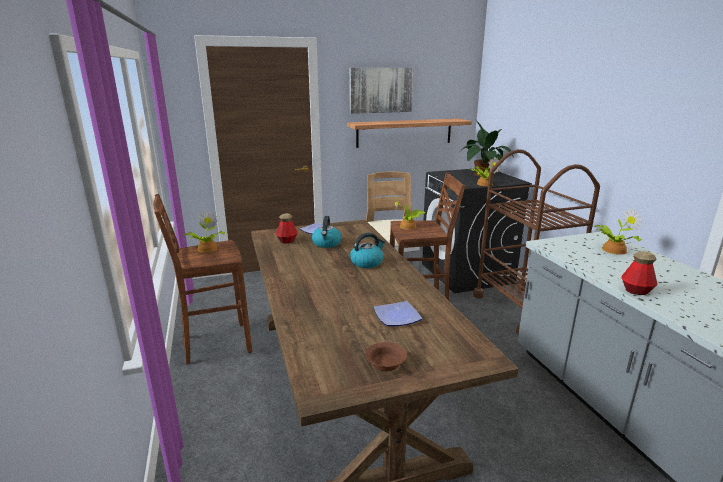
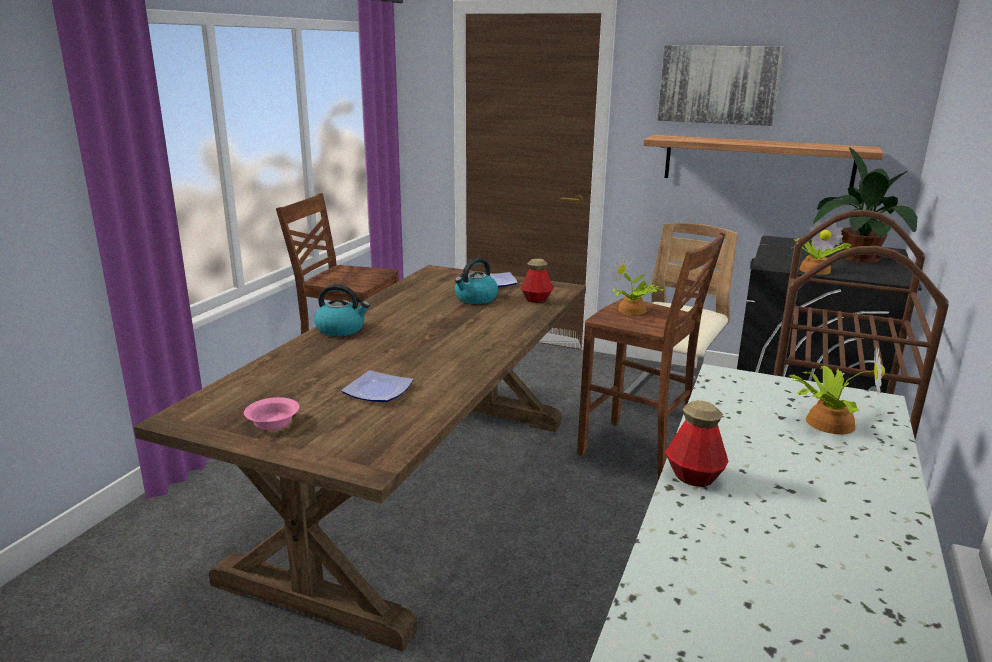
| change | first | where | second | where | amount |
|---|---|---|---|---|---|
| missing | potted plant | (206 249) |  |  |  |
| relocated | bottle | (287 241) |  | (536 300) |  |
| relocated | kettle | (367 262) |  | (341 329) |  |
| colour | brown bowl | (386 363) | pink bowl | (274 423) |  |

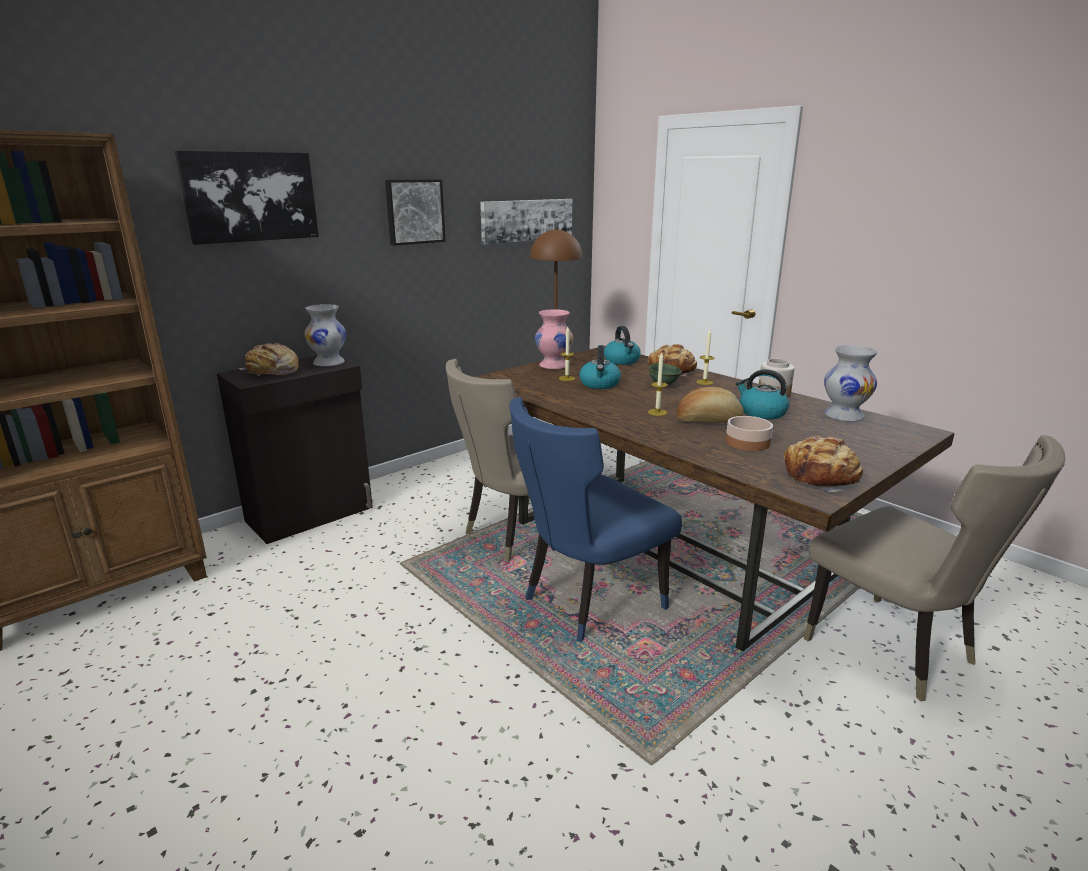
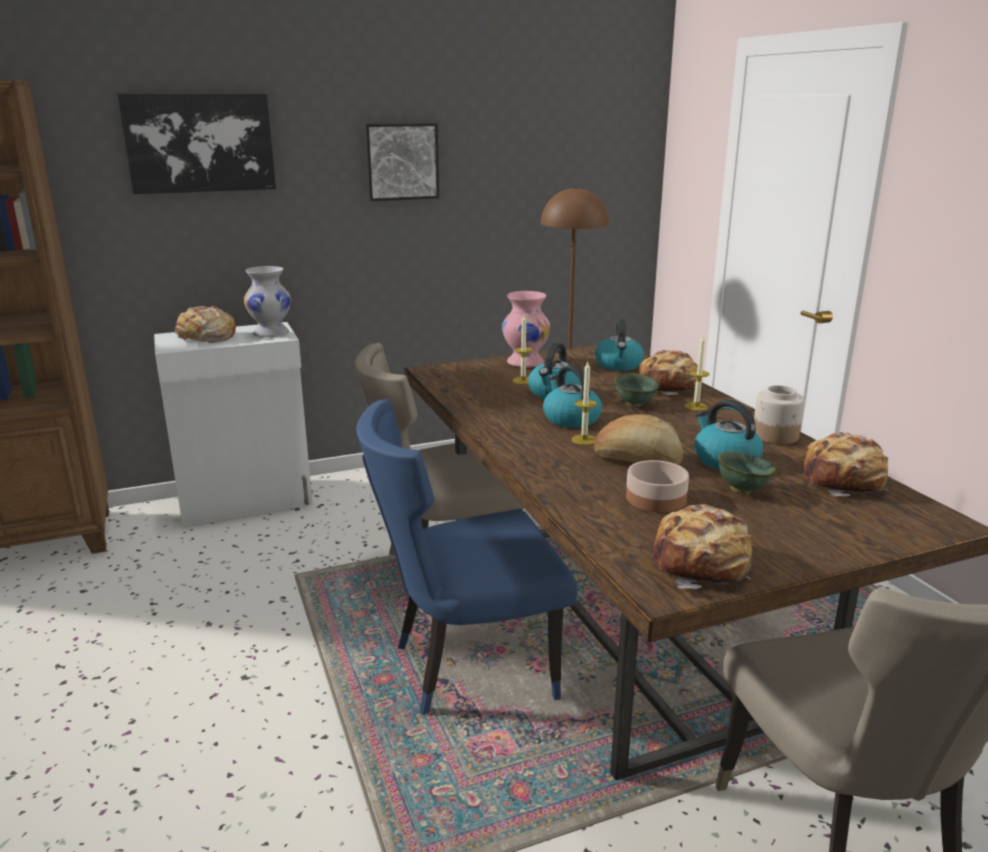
| change | first | where | second | where | amount |
|---|---|---|---|---|---|
| colour | black cabinet | (311 514) | white cabinet | (247 502) |  |
| missing | picture | (527 220) |  |  |  |
| exchanged | white vase | (843 416) | bread | (844 481) |  |
| appeared |  |  | kettle | (570 419) |  |
| appeared |  |  | green bowl | (742 490) |  |

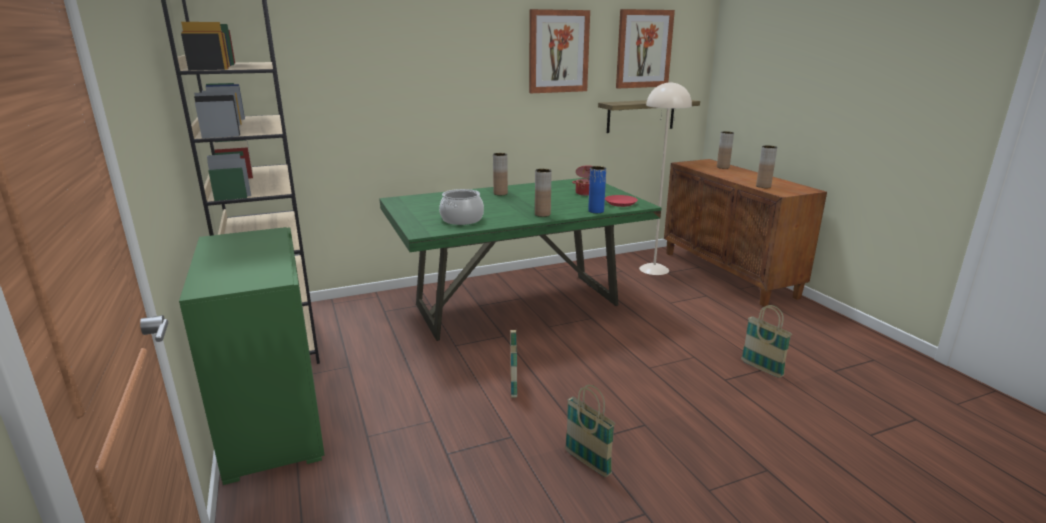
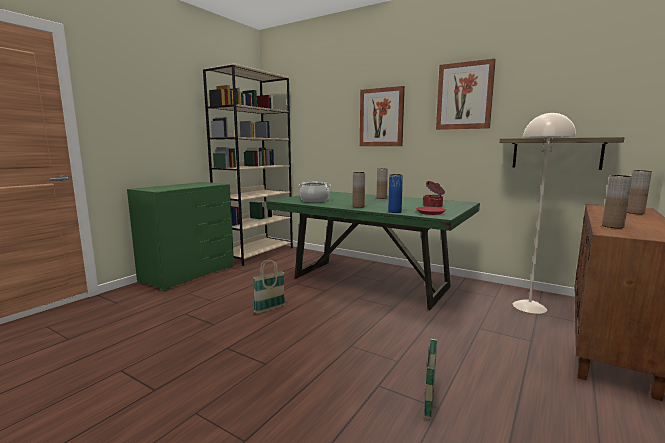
| change | first | where | second | where | amount |
|---|---|---|---|---|---|
| missing | basket | (587 463) |  |  |  |
| relocated | picture | (643 49) |  | (381 117) |  |

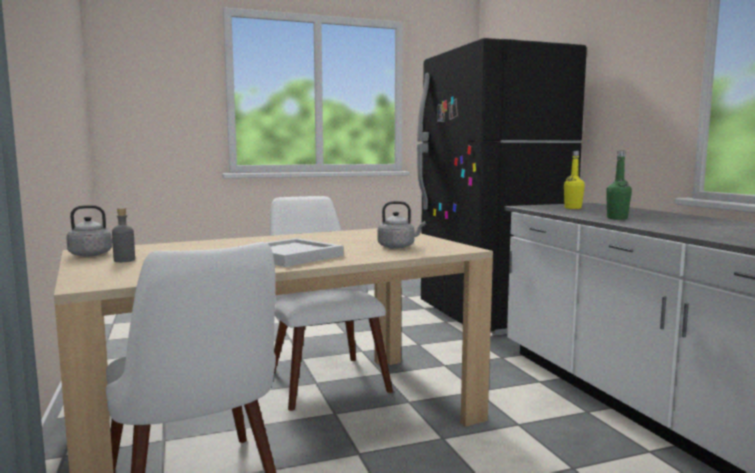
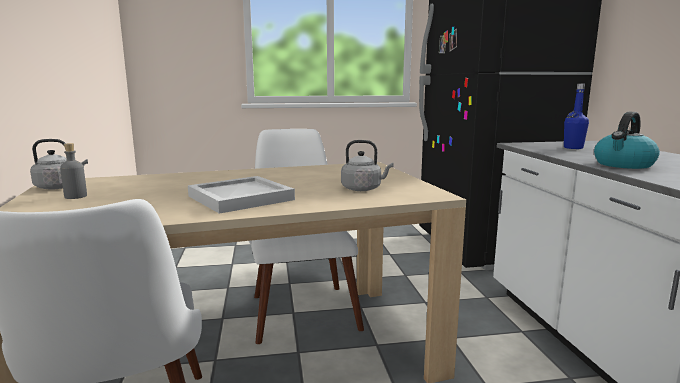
| change | first | where | second | where | amount |
|---|---|---|---|---|---|
| colour | yellow bottle | (573 208) | blue bottle | (573 148) |  |
| exchanged | green bottle | (617 218) | kettle | (623 165) |  |

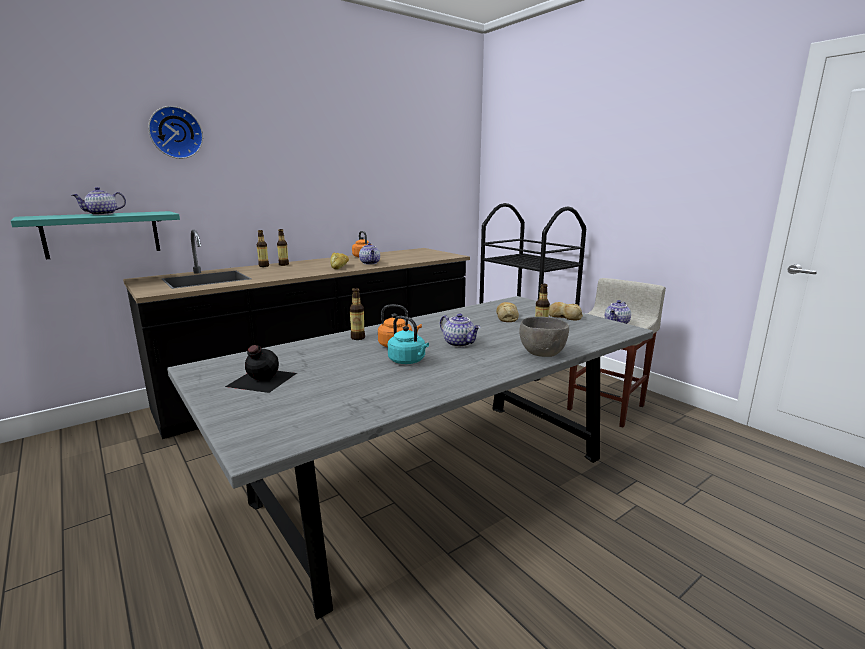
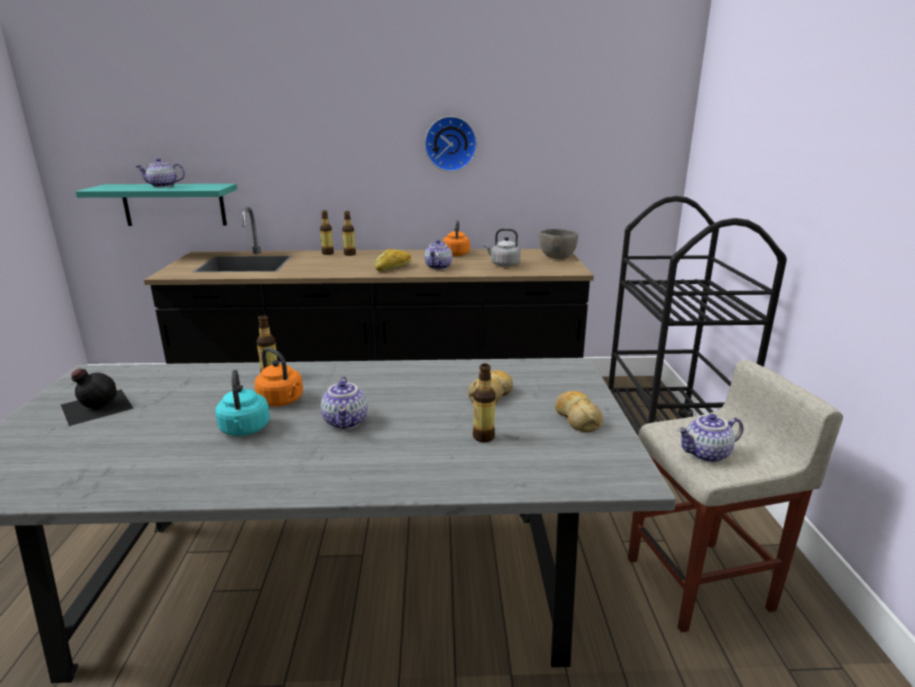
| change | first | where | second | where | amount |
|---|---|---|---|---|---|
| relocated | wall clock | (175 133) |  | (450 144) |  |
| relocated | grey bowl | (541 354) |  | (556 257) |  |
| appeared |  |  | grey kettle | (503 265) |  |

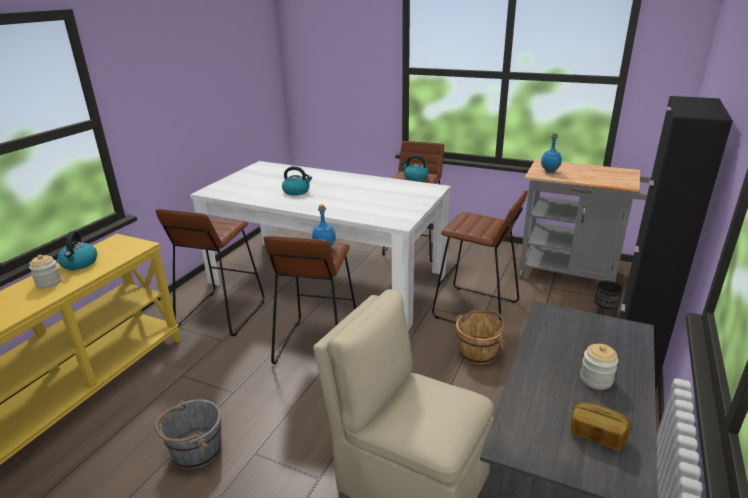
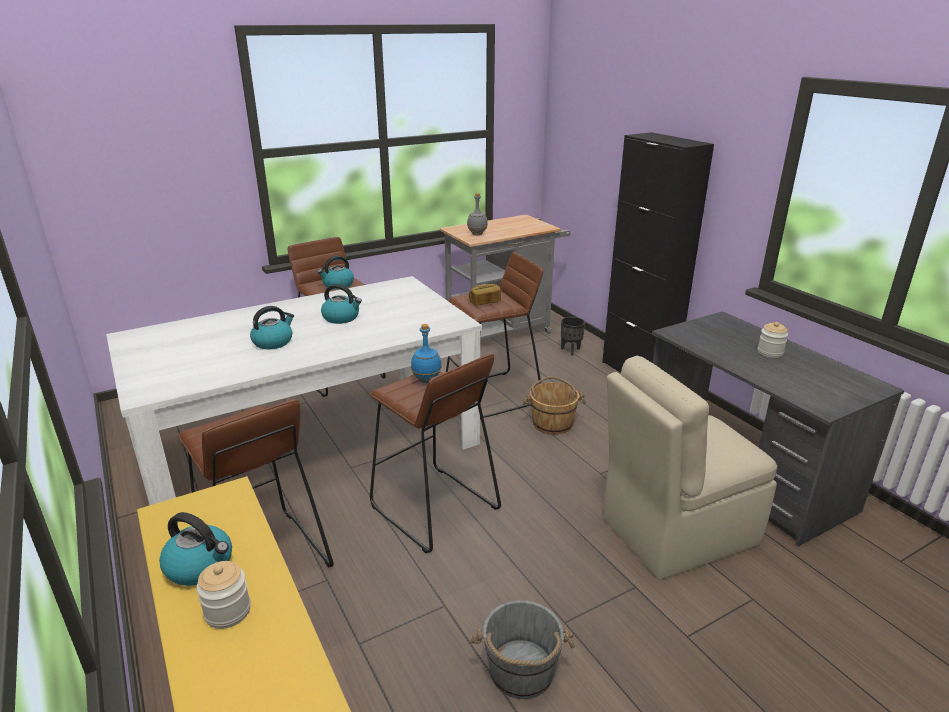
| change | first | where | second | where | amount |
|---|---|---|---|---|---|
| colour | blue bottle | (549 171) | grey bottle | (477 234) |  |
| relocated | bread | (597 434) |  | (485 302) |  |
| appeared |  |  | kettle | (341 318) |  |

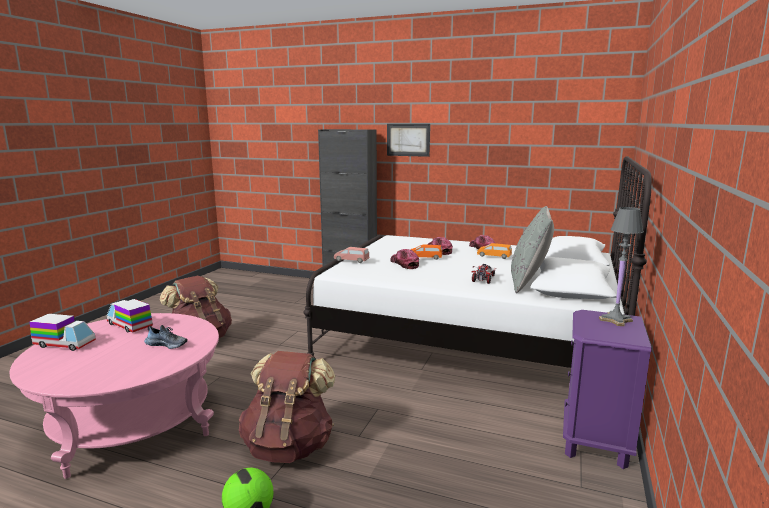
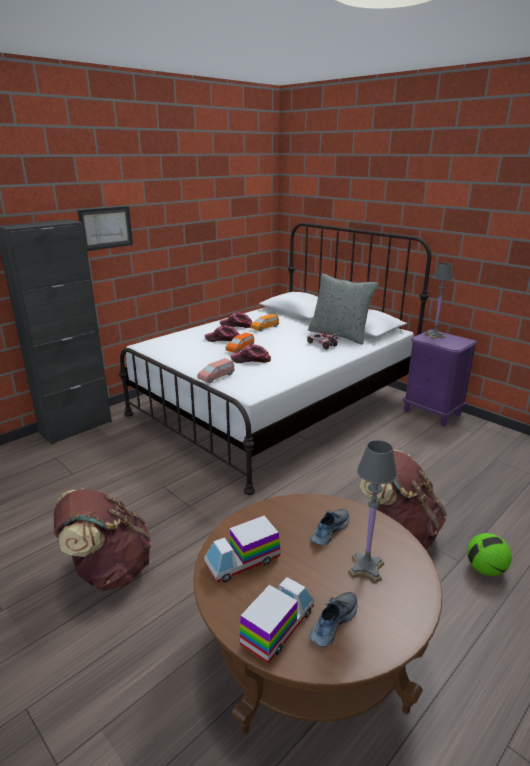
| change | first | where | second | where | amount |
|---|---|---|---|---|---|
| colour | pink coffee table | (133 423) | brown coffee table | (310 647) |  |
| appeared |  |  | shoe | (332 622) |  |
| appeared |  |  | grey table lamp | (366 568) |  |

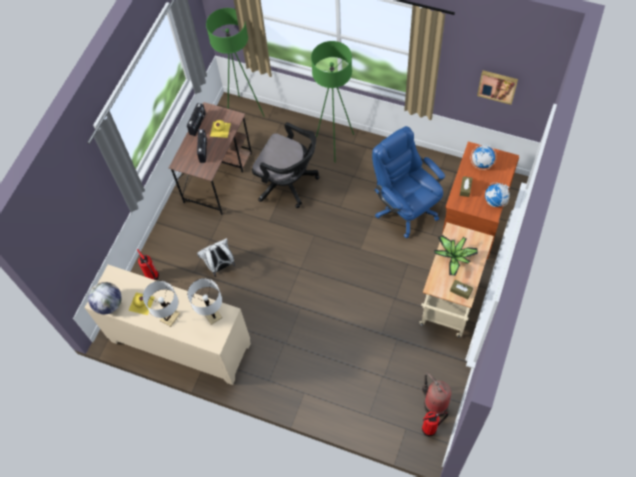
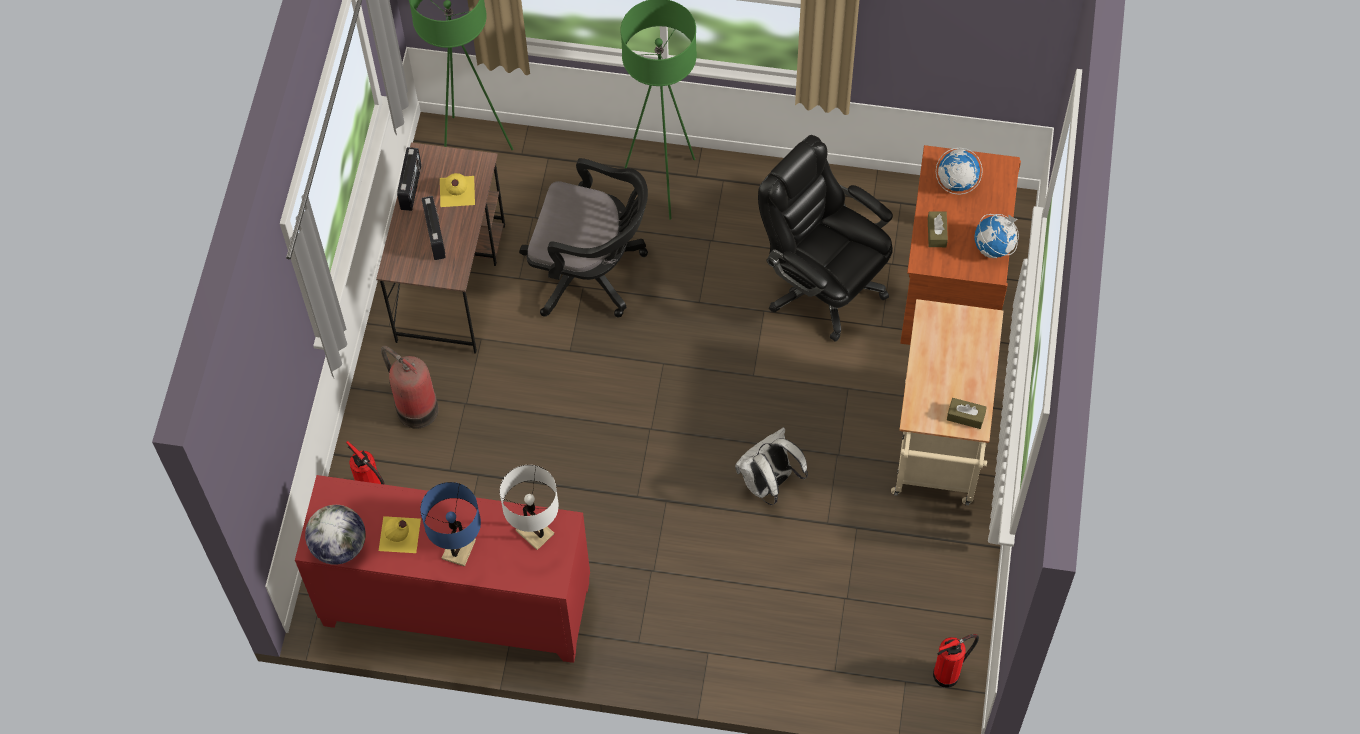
| change | first | where | second | where | amount |
|---|---|---|---|---|---|
| colour | beige cabinet | (180 343) | red cabinet | (456 605) |  |
| colour | white table lamp | (170 317) | blue table lamp | (458 549) |  |
| relocated | white backpack | (220 266) |  | (768 483) |  |
| colour | blue office chair | (405 208) | black office chair | (823 285) |  |
| relocated | fire extinguisher | (434 403) |  | (414 407) |  |
| missing | potted plant | (454 257) |  |  |  |
| missing | picture | (497 86) |  |  |  |

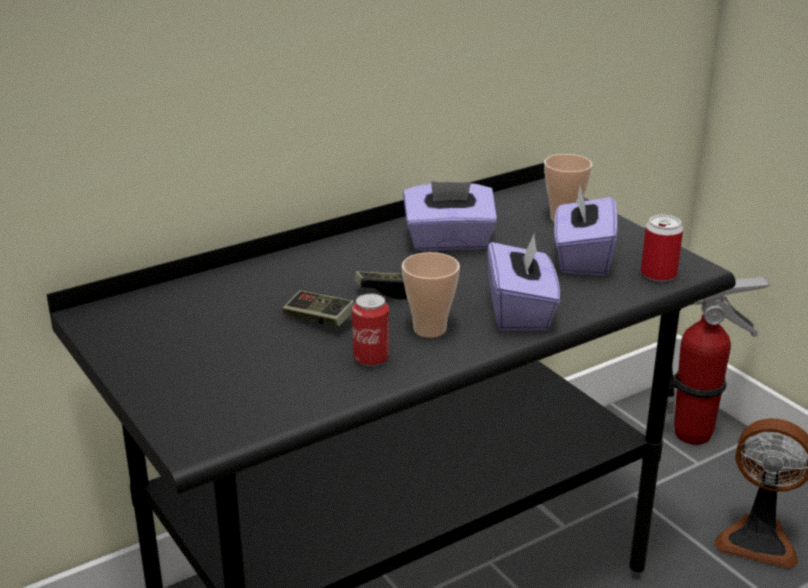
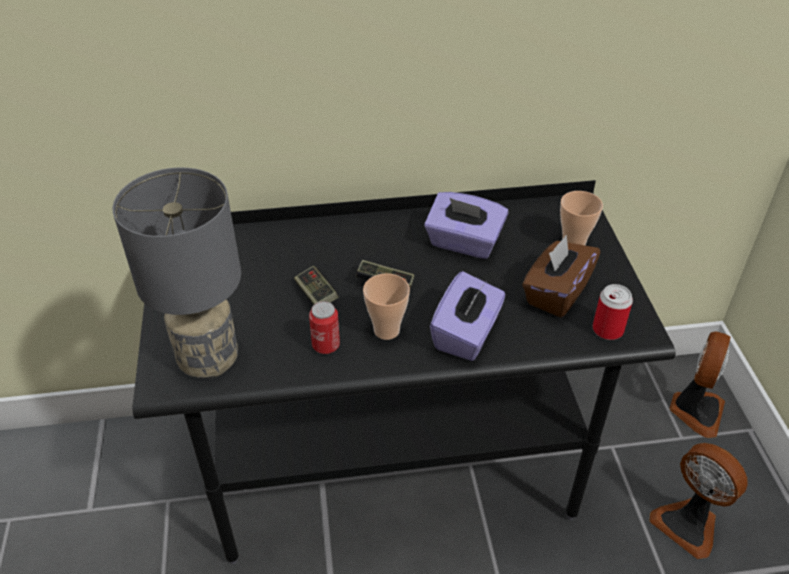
| change | first | where | second | where | amount |
|---|---|---|---|---|---|
| colour | purple tissue box | (582 259) | brown tissue box | (556 293) |  |
| exchanged | fire extinguisher | (694 434) | fan | (695 410) |  |
| appeared |  |  | grey table lamp | (210 359) |  |

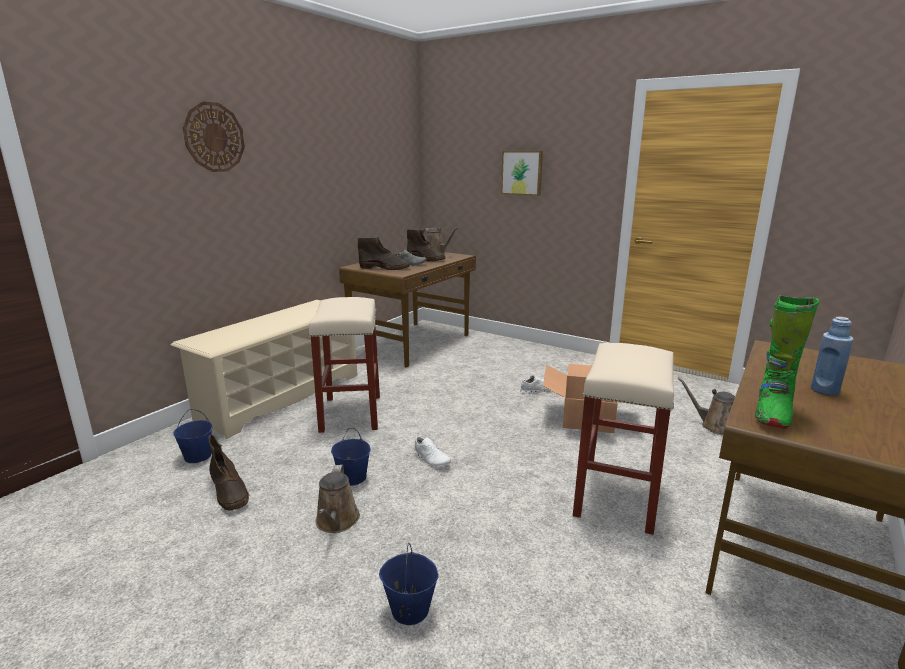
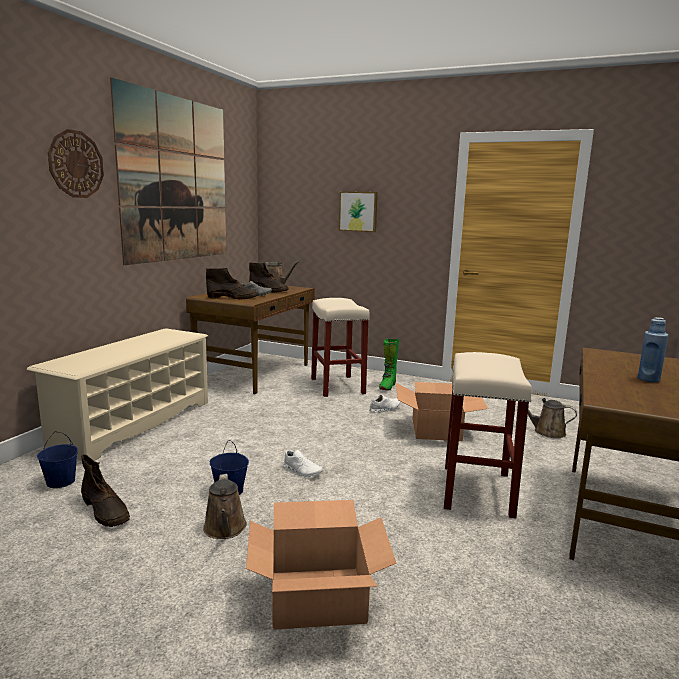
| change | first | where | second | where | amount |
|---|---|---|---|---|---|
| relocated | beige stool | (351 414) |  | (338 386) |  |
| exchanged | blue bucket | (409 610) | cardboard box | (317 596) |  |
| relocated | green boot | (772 414) |  | (387 387) |  |
| appeared |  |  | picture | (176 180) |  |

